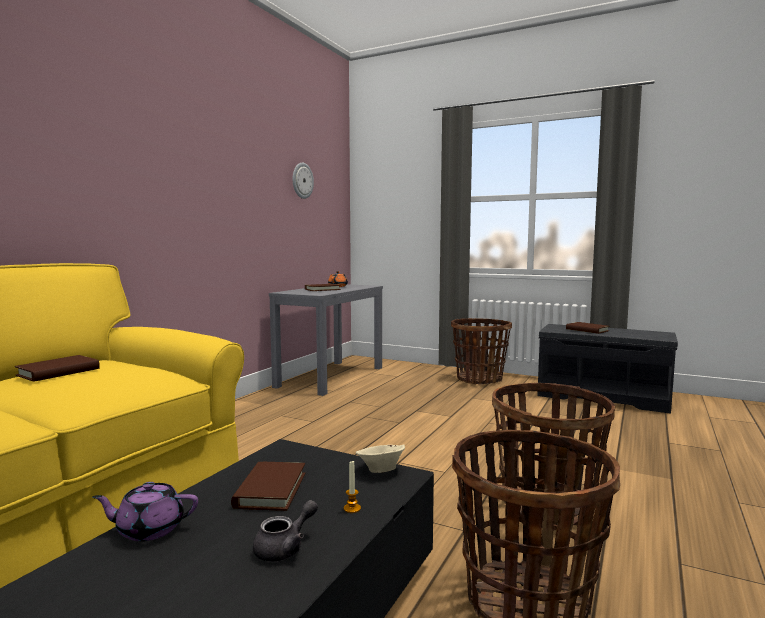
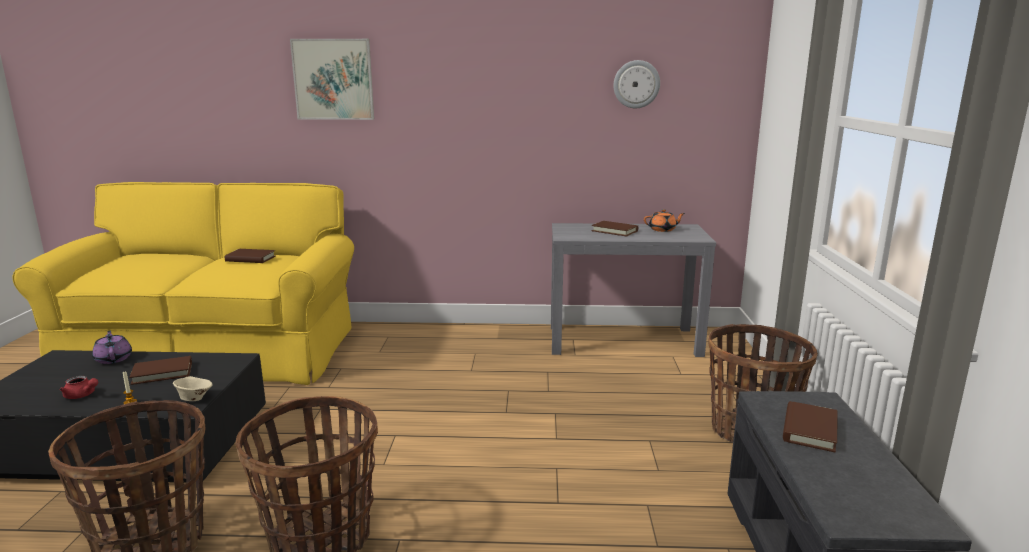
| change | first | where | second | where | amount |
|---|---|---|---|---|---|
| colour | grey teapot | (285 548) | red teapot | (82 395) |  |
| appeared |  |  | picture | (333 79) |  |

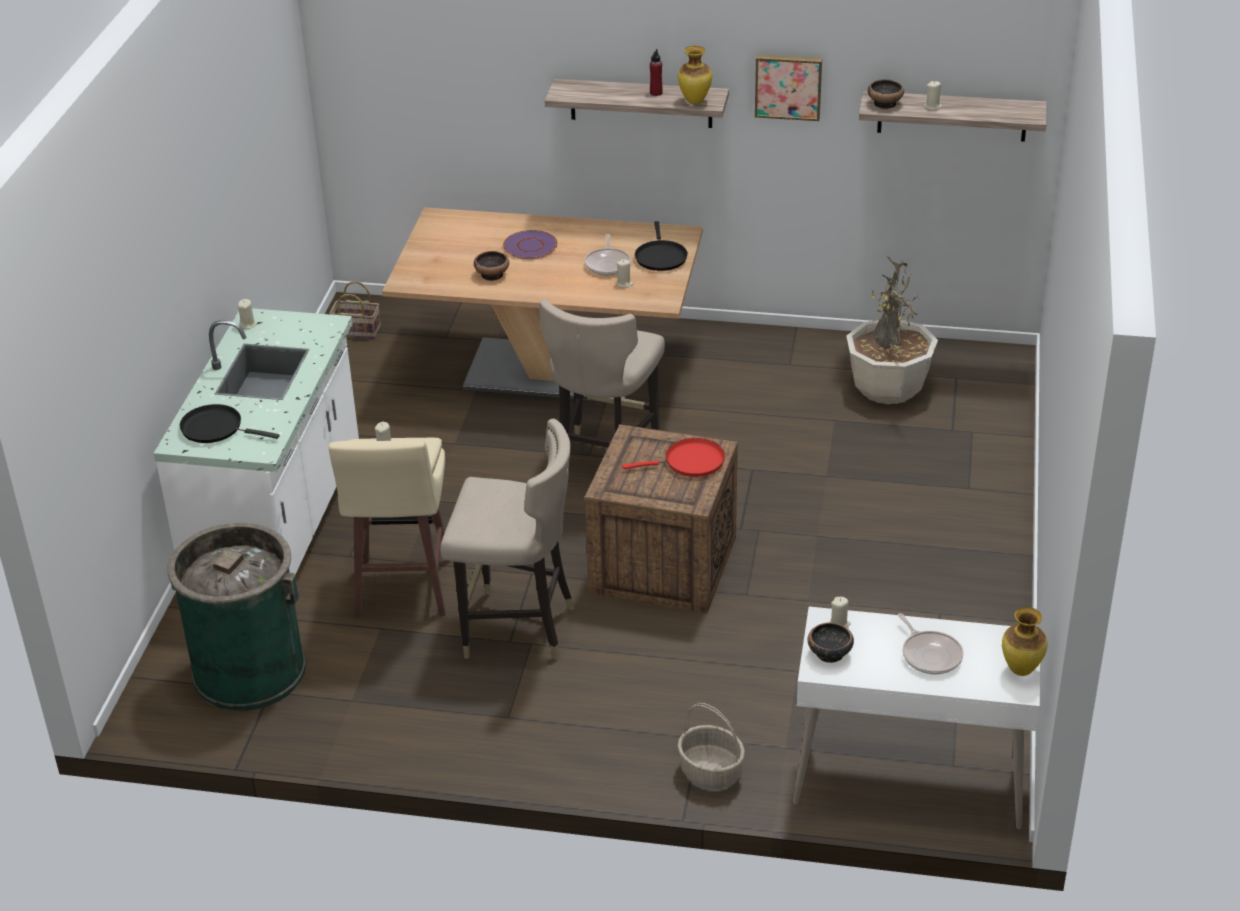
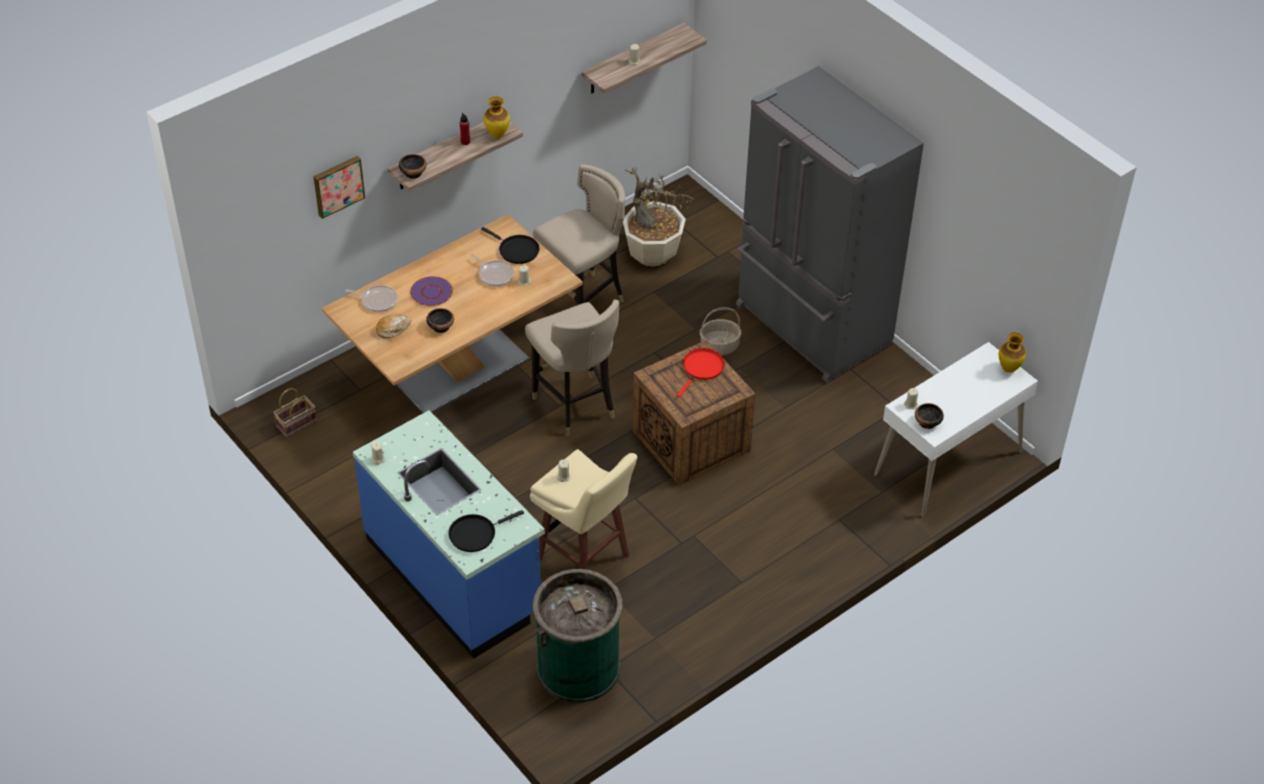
| change | first | where | second | where | amount |
|---|---|---|---|---|---|
| colour | white counter | (279 523) | blue counter | (454 576) |  |
| relocated | beige stool | (517 629) |  | (583 301) |  |
| relocated | basket | (711 772) |  | (720 346) |  |
| relocated | picture | (788 86) |  | (337 185) |  |
| relocated | bowl | (885 103) |  | (413 172) |  |
| relocated | frying pan | (930 655) |  | (377 300) |  |
| appeared |  |  | bread | (393 329) |  |
| appeared |  |  | grey fridge | (810 326) |  |

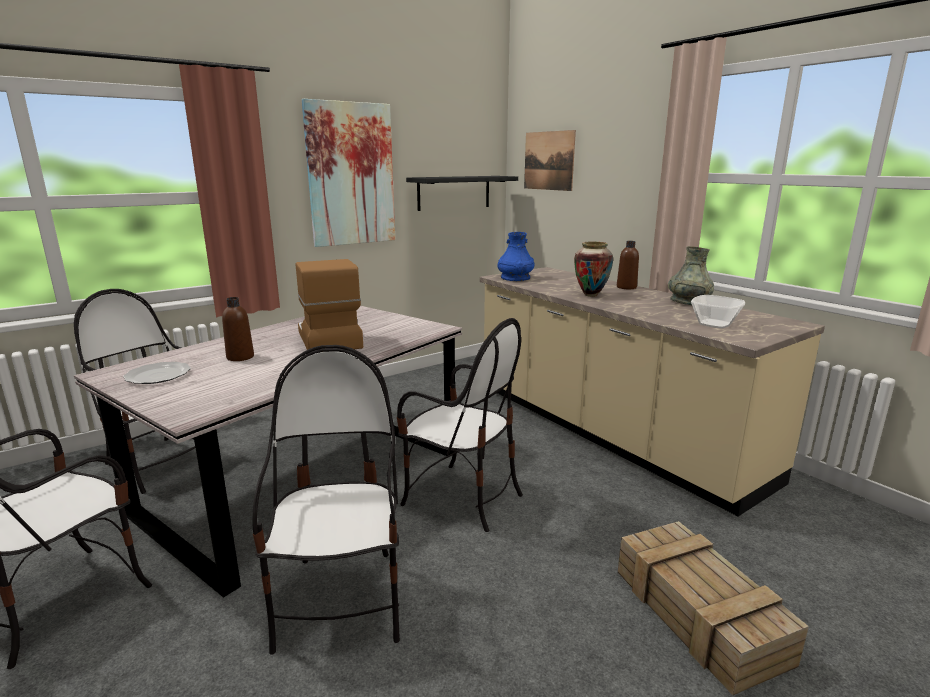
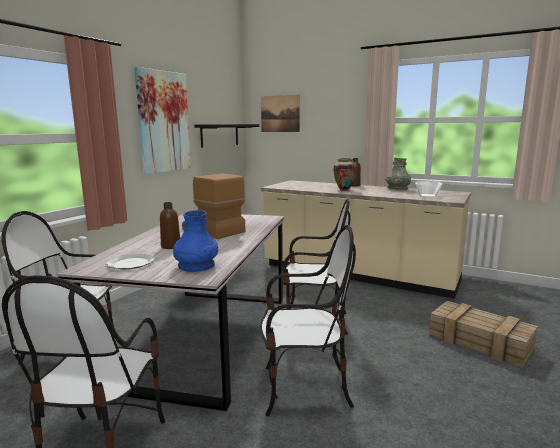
| change | first | where | second | where | amount |
|---|---|---|---|---|---|
| spun | chair | (342 600) |  | (304 389) | 120 degrees clockwise |
| relocated | blue vase | (515 278) |  | (196 265) |  |

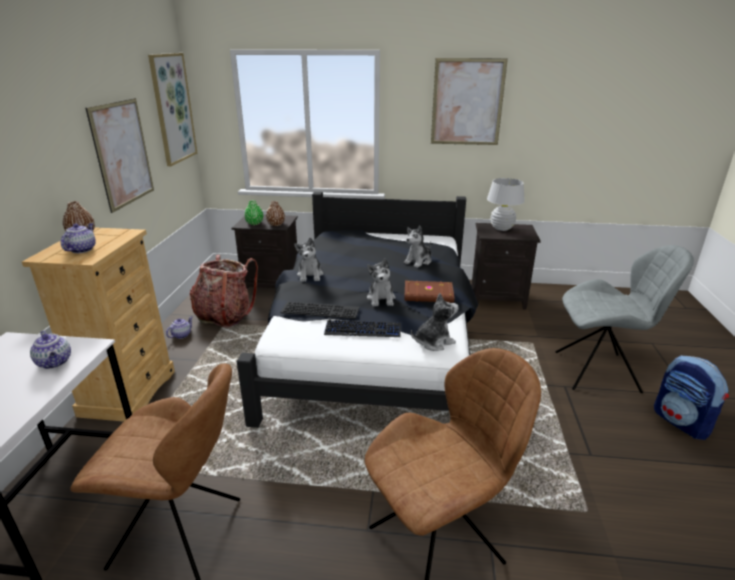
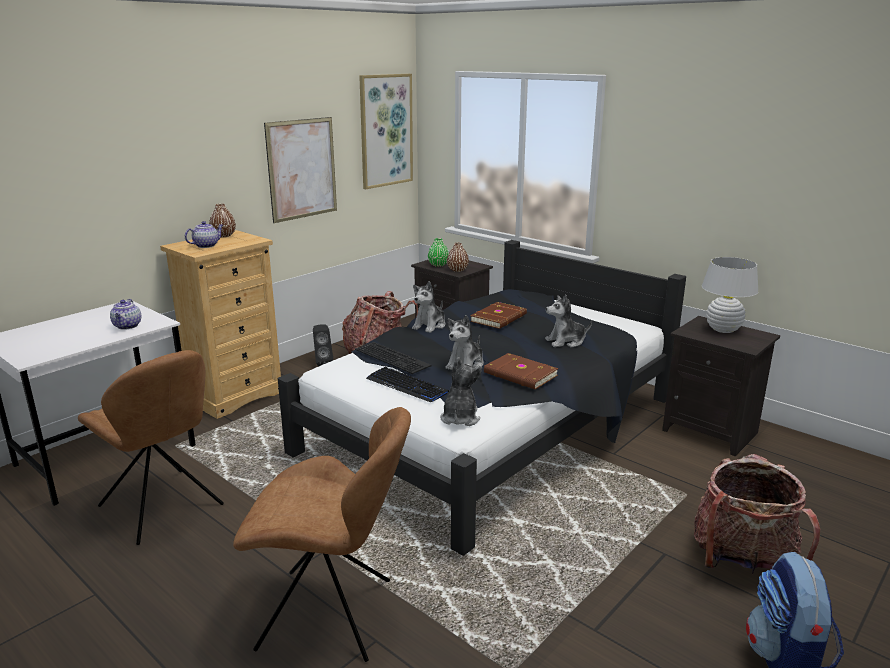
| change | first | where | second | where | amount |
|---|---|---|---|---|---|
| exchanged | teapot | (182 335) | black speaker | (322 363) |  |
| spun | plush toy | (433 342) |  | (460 418) | 90 degrees counterclockwise |
| missing | picture | (467 102) |  |  |  |
| exchanged | grey chair | (600 372) | backpack | (742 560) |  |
| appeared |  |  | brown book | (499 318) |  |

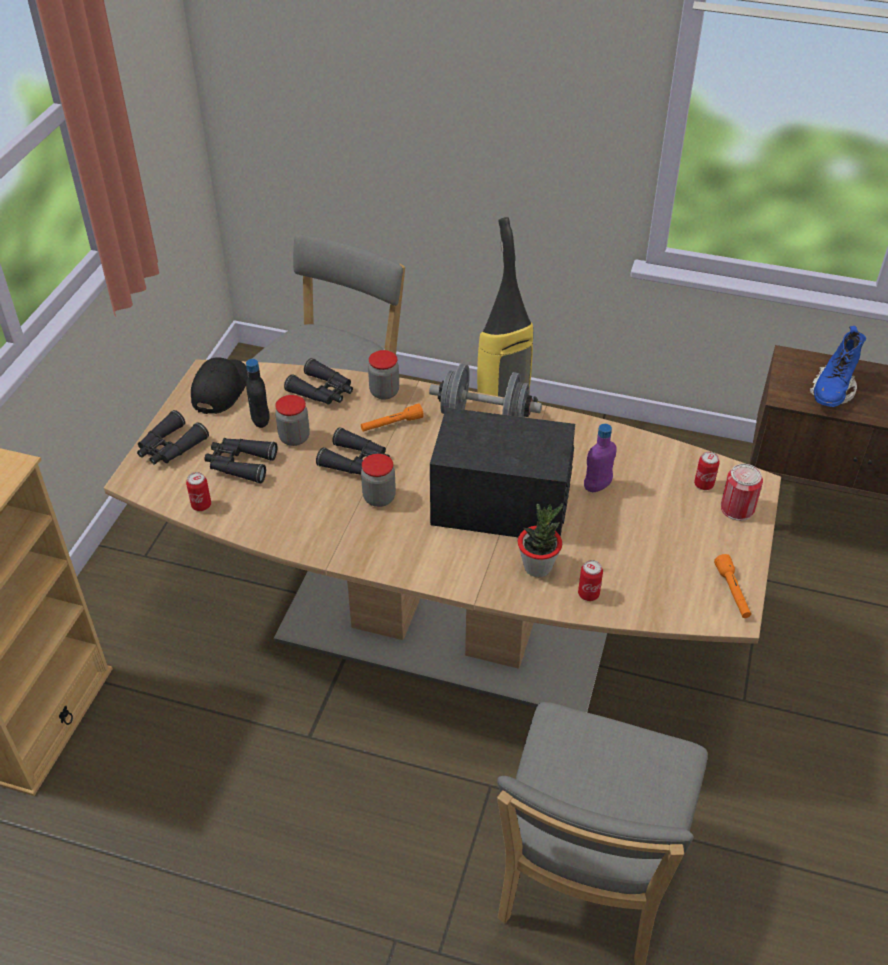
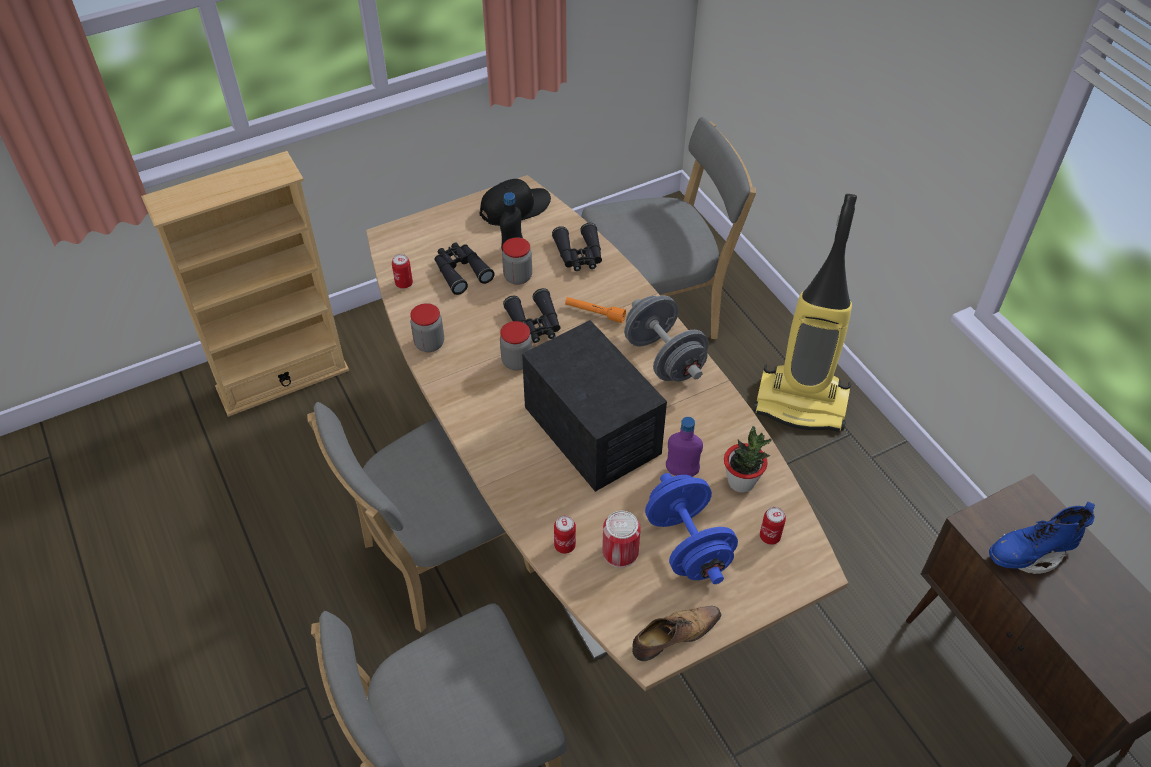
| change | first | where | second | where | amount |
|---|---|---|---|---|---|
| missing | black binoculars | (170 447) |  |  |  |
| relocated | jar | (384 392) |  | (429 343) |  |
| relocated | potted plant | (538 567) |  | (741 482) |  |
| exchanged | orange flashlight | (732 592) | shoe | (673 636) |  |
| relocated | can | (737 508) |  | (620 552) |  |
| appeared |  |  | grey chair | (440 560) |  |
| appeared |  |  | blue dumbbell | (688 545) |  |

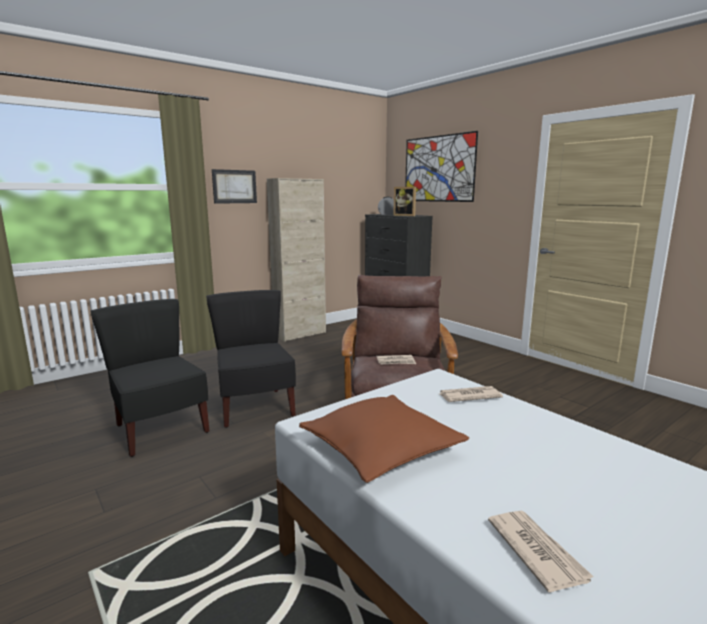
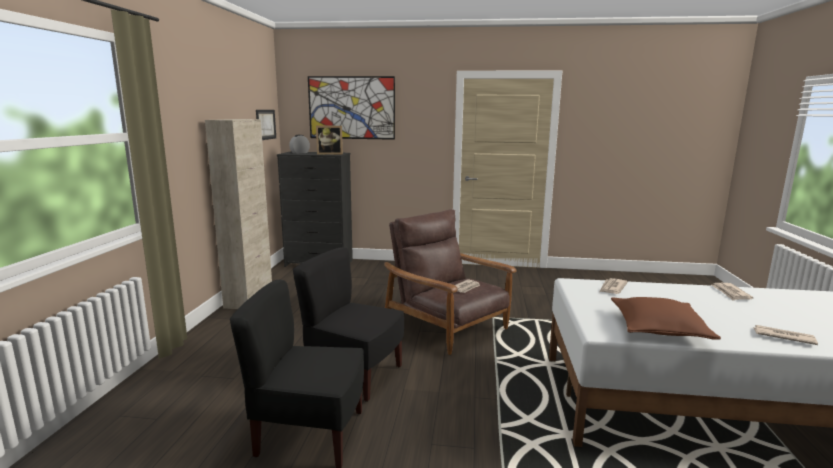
| change | first | where | second | where | amount |
|---|---|---|---|---|---|
| relocated | picture | (234 186) |  | (265 124) |  |
| appeared |  |  | newspaper | (730 293) |  |

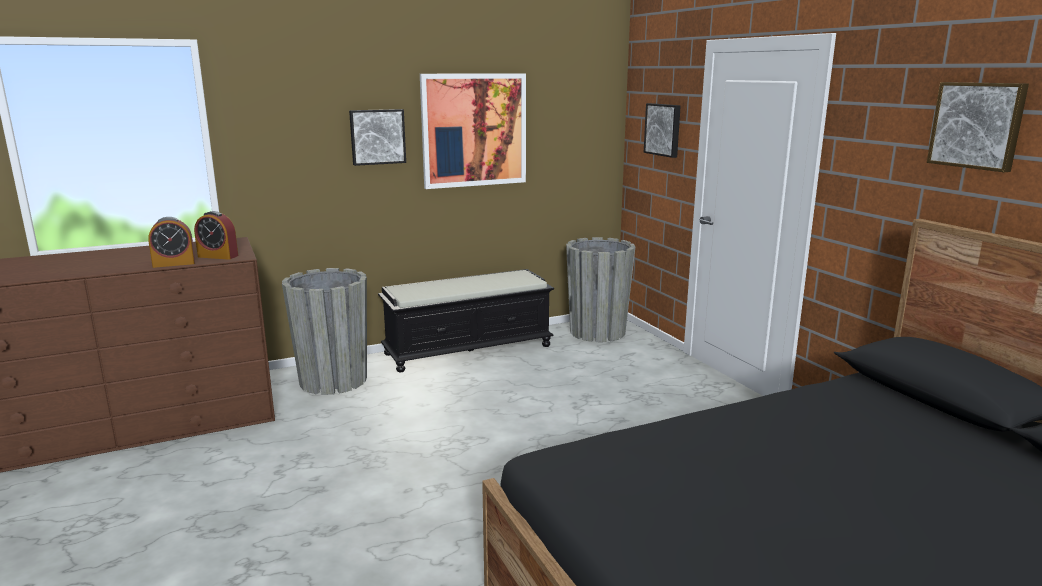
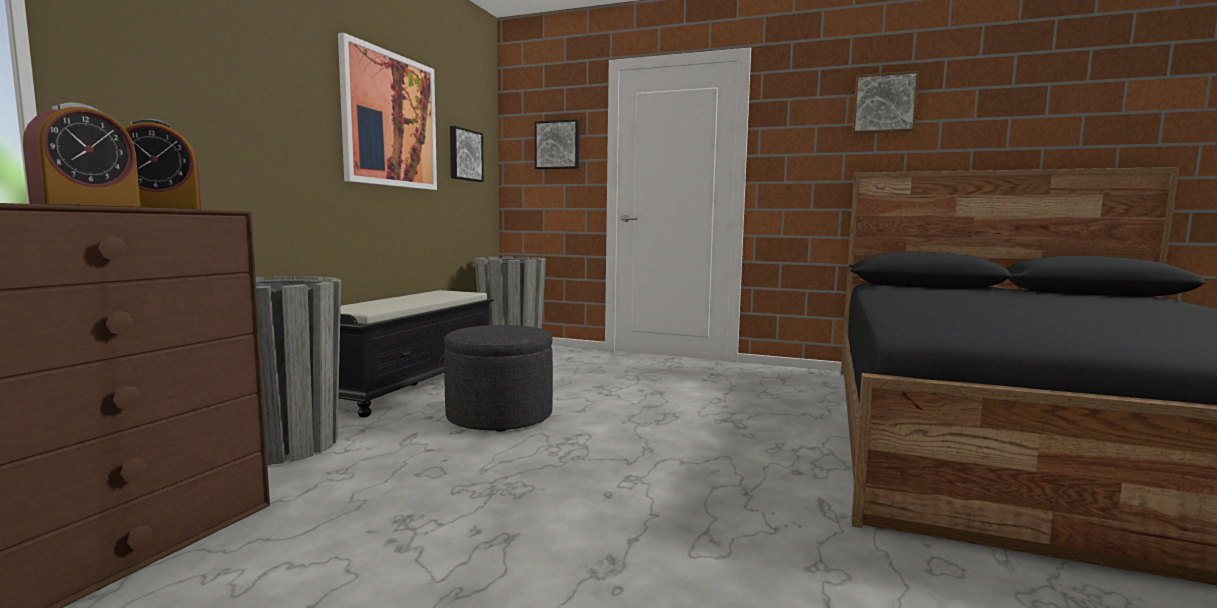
| change | first | where | second | where | amount |
|---|---|---|---|---|---|
| relocated | picture | (377 136) |  | (464 155) |  |
| appeared |  |  | grey ottoman | (499 416) |  |

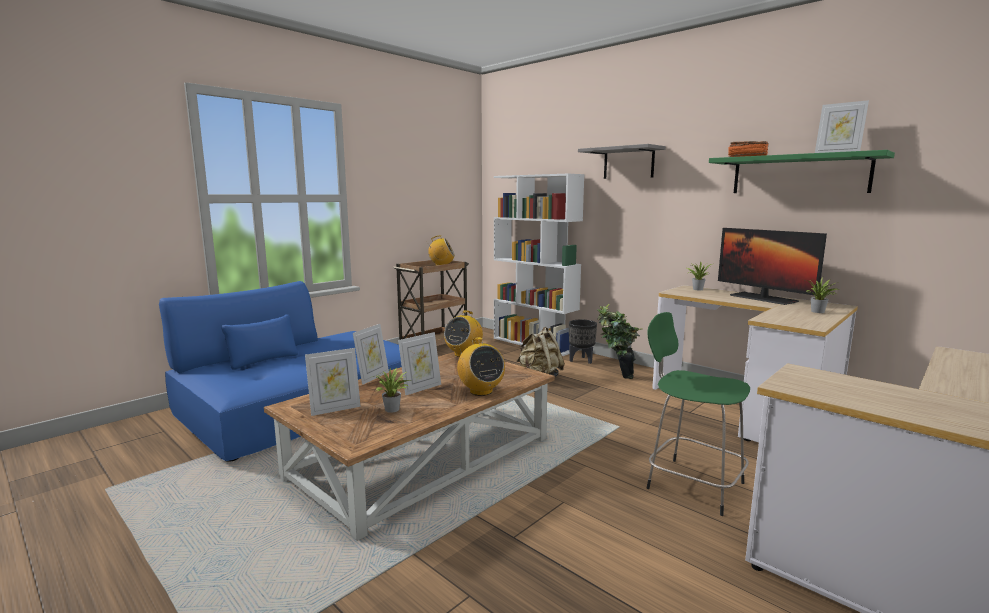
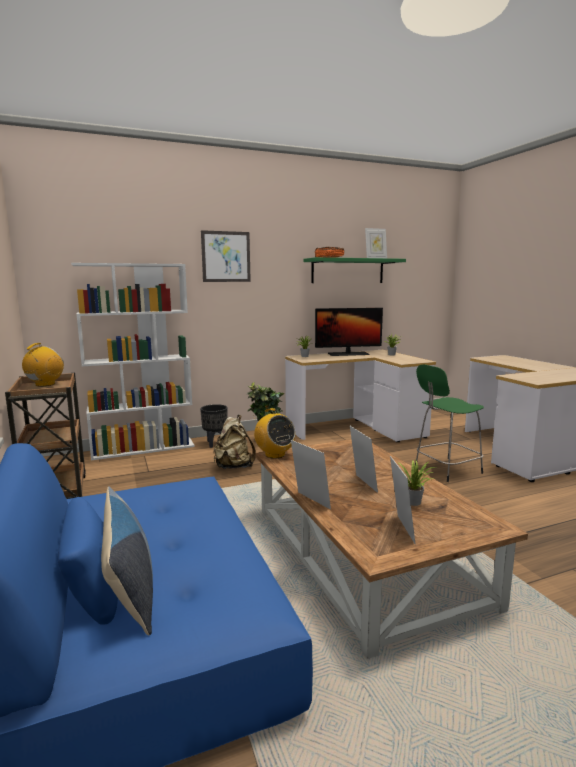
| change | first | where | second | where | amount |
|---|---|---|---|---|---|
| missing | radio | (481 391) |  |  |  |
| exchanged | grey shelf | (628 163) | picture | (226 256) |  |
| appeared |  |  | pillow | (129 585) |  |

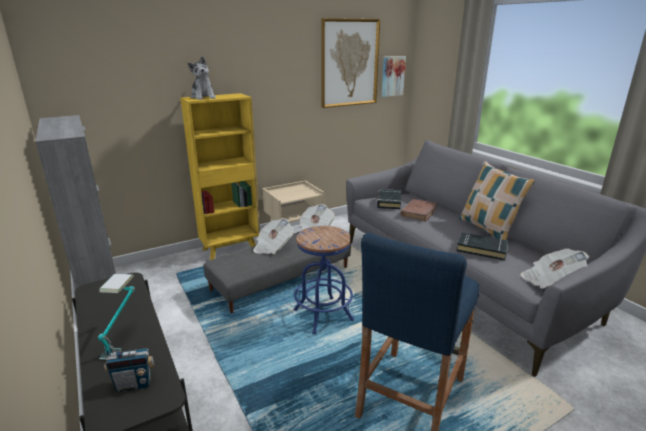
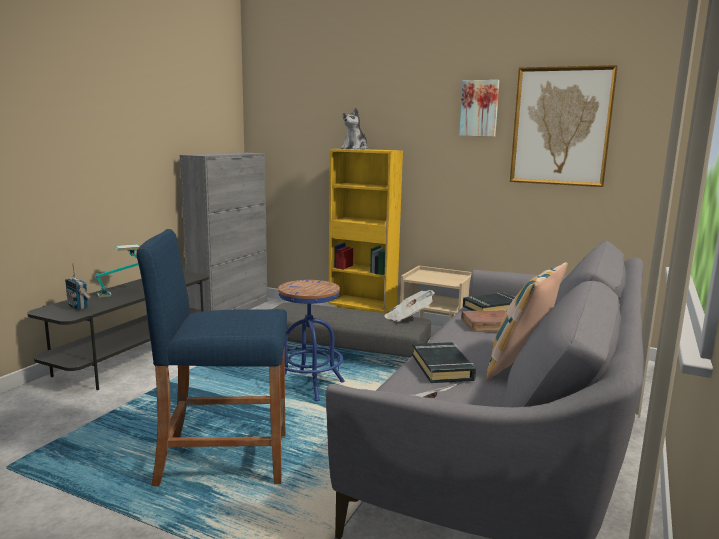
| change | first | where | second | where | amount |
|---|---|---|---|---|---|
| missing | newspaper | (273 246) |  |  |  |
| relocated | picture | (392 76) |  | (479 108) |  |

